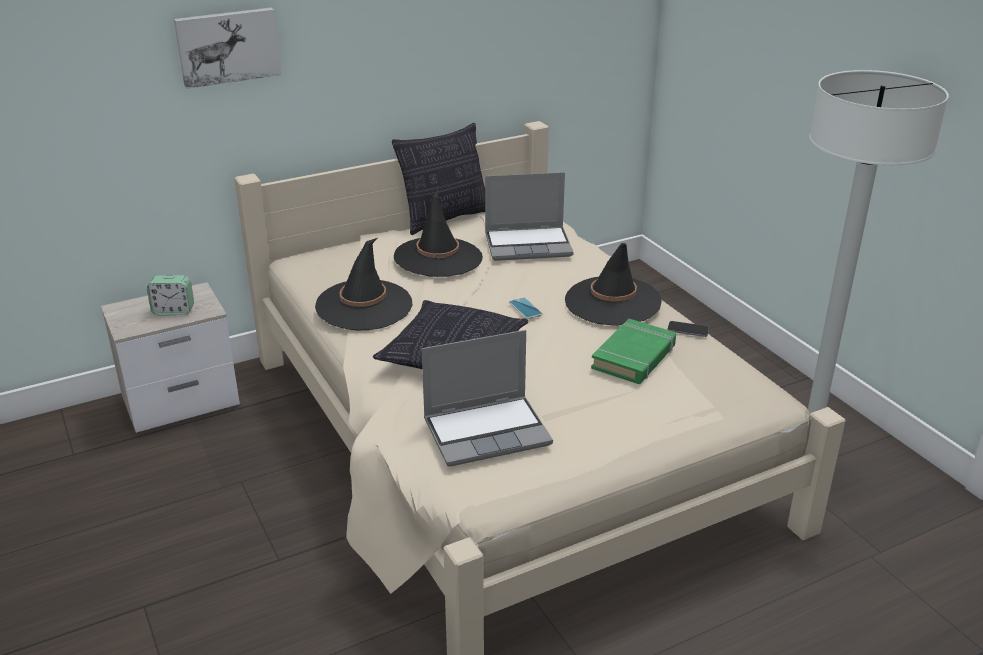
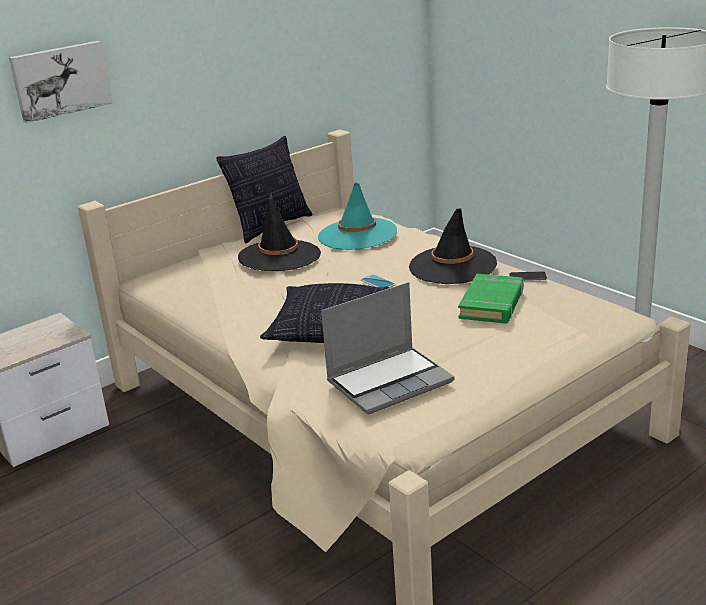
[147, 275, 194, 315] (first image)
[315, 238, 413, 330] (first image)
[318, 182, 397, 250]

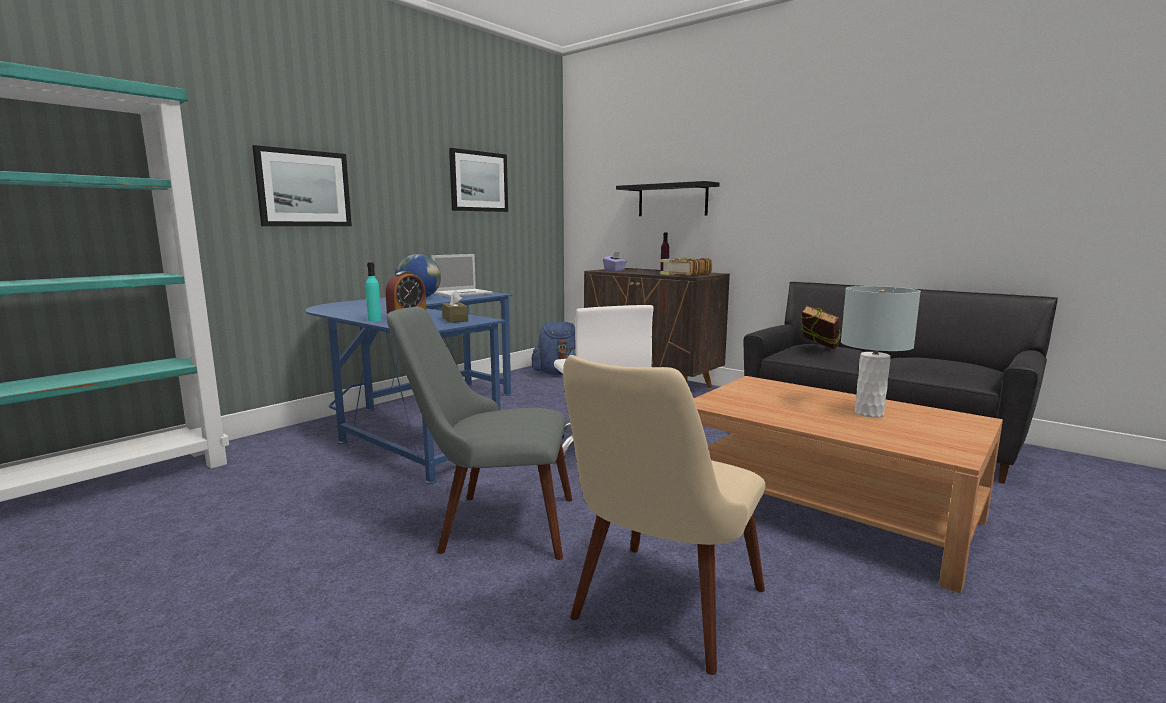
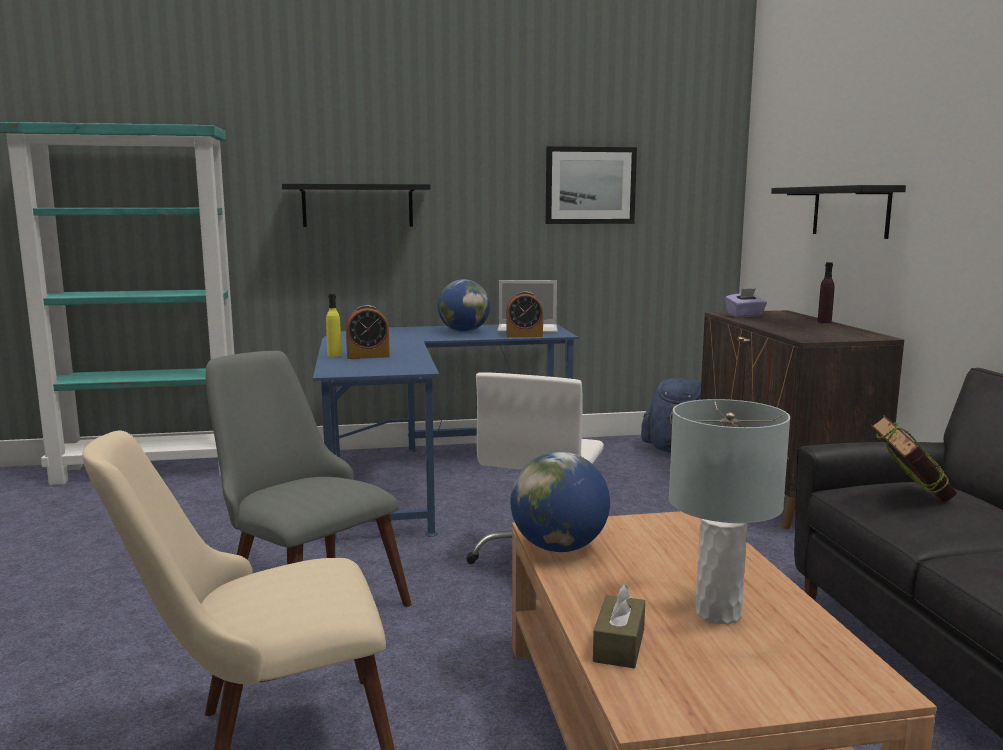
[282, 183, 431, 227]
[326, 294, 342, 357]
[593, 583, 645, 668]
[660, 257, 712, 277] (first image)
[507, 291, 543, 338]
[510, 452, 610, 552]

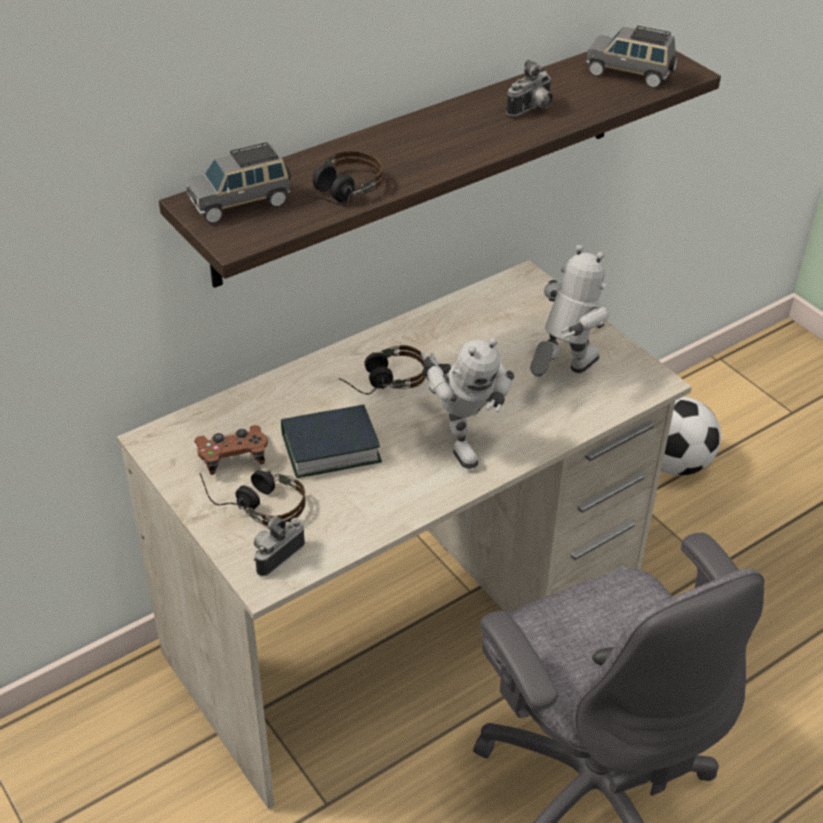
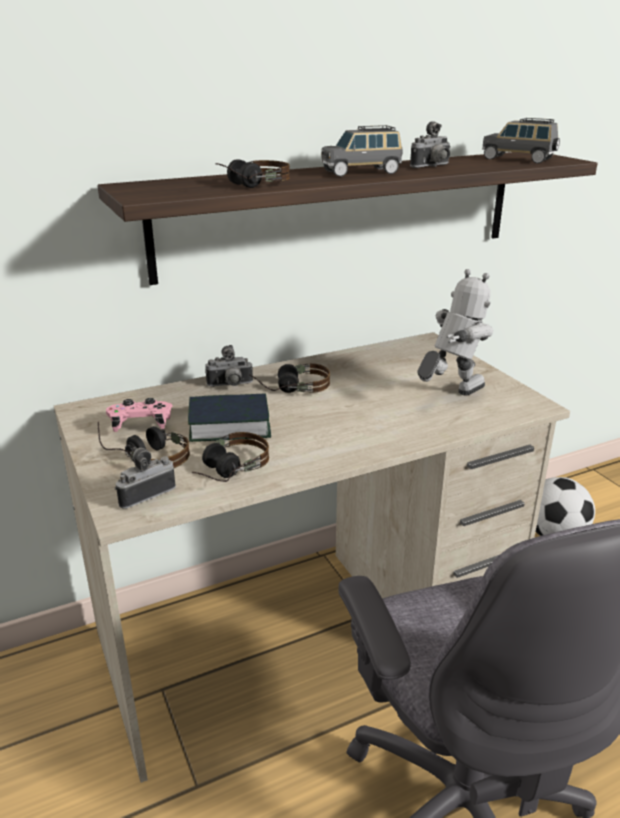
[321, 125, 403, 177]
[106, 398, 172, 432]
[421, 338, 514, 469] (first image)
[192, 432, 269, 482]
[205, 345, 253, 387]

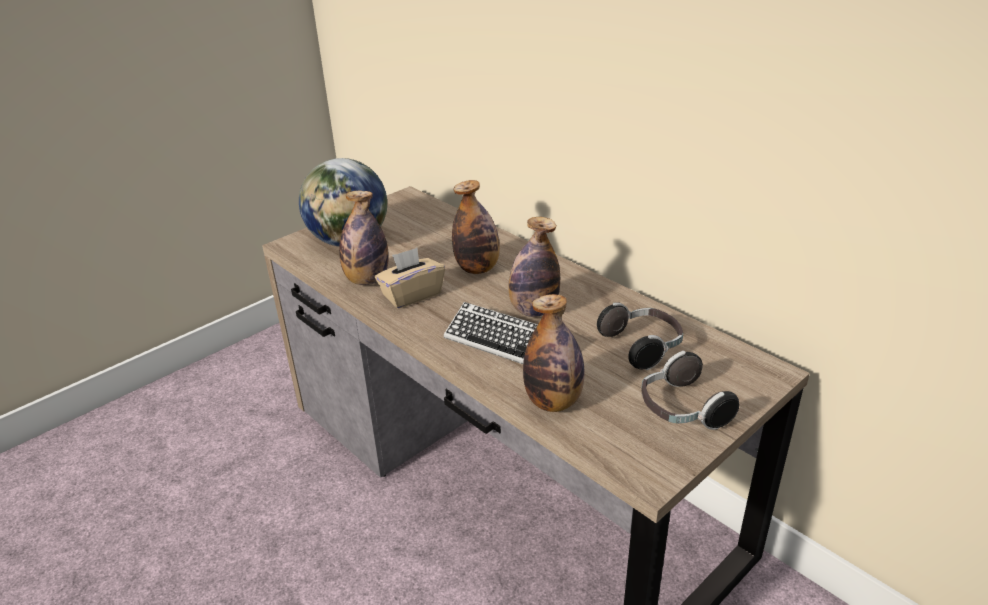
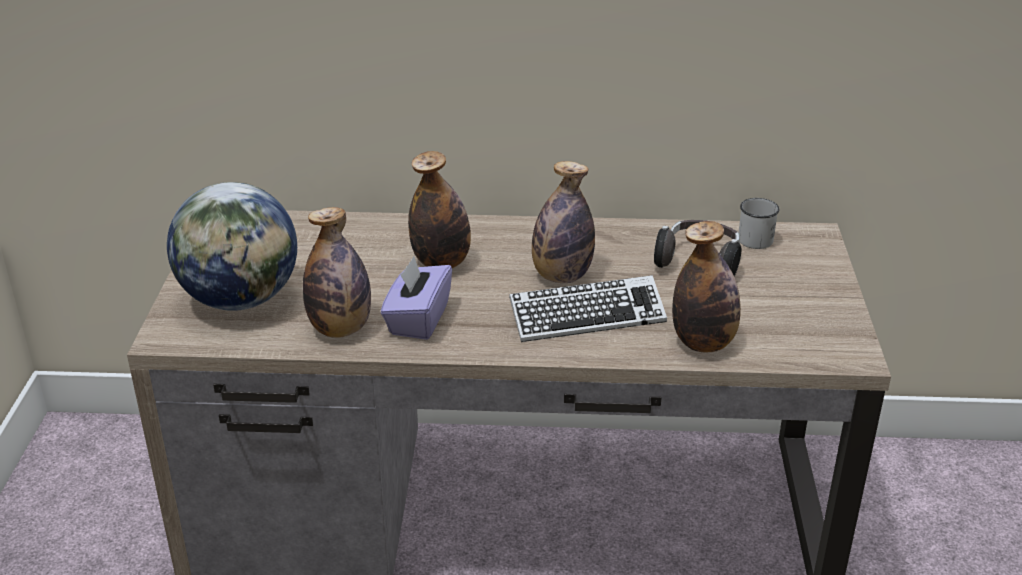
[381, 256, 452, 340]
[642, 351, 739, 430] (first image)
[738, 198, 779, 249]

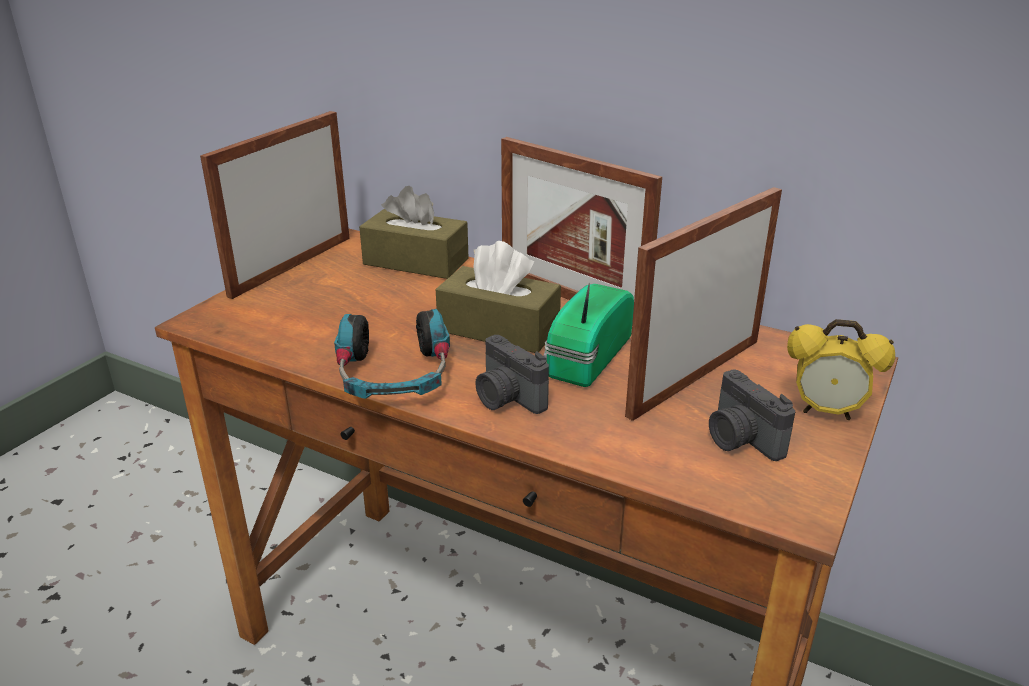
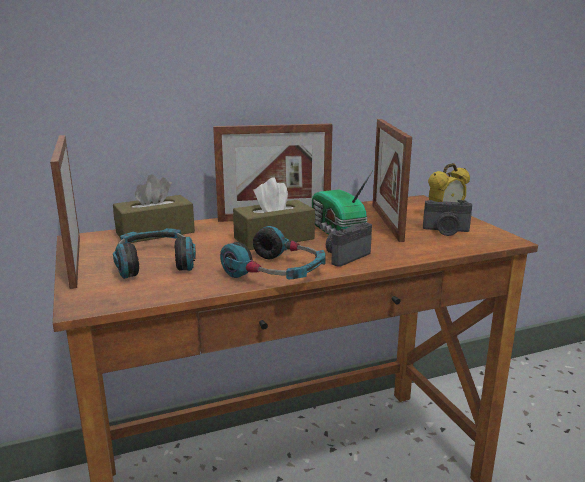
[326, 222, 372, 267]
[113, 228, 196, 279]

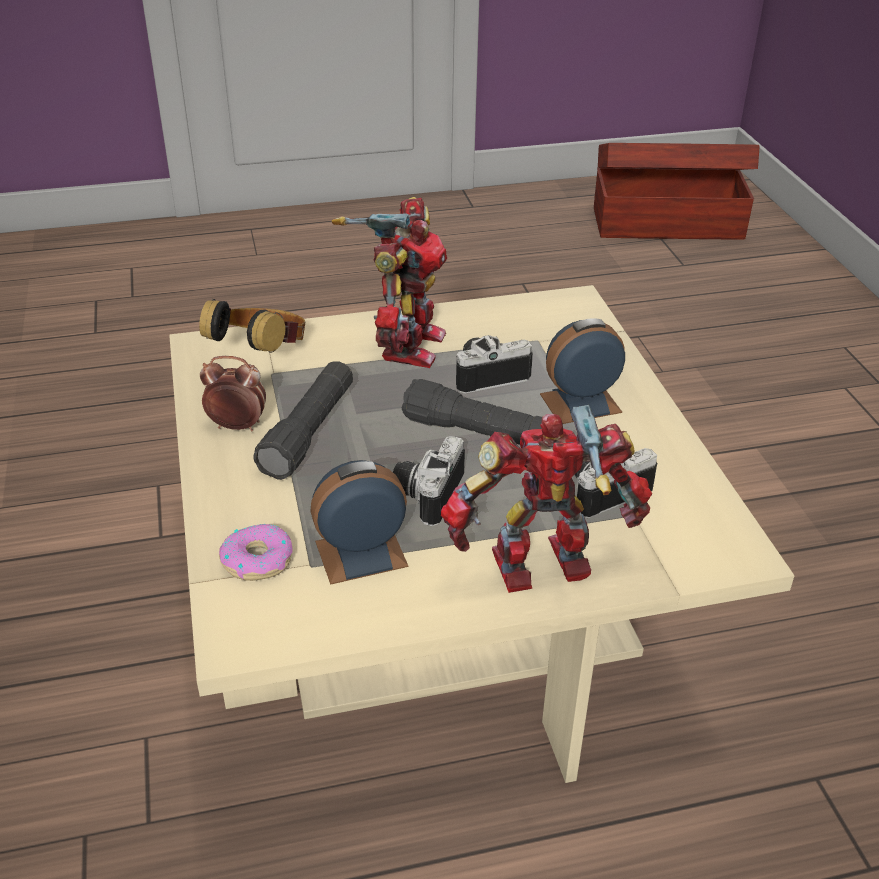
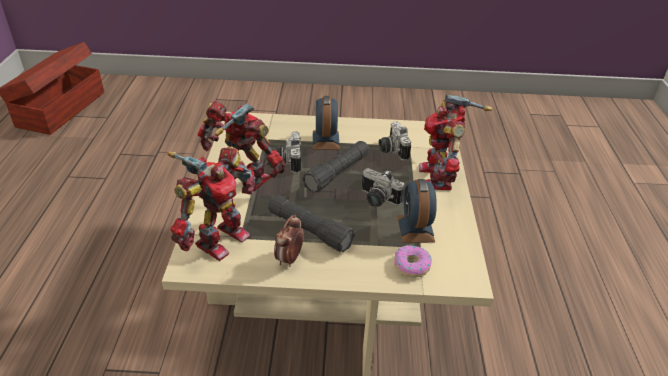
[167, 147, 256, 261]

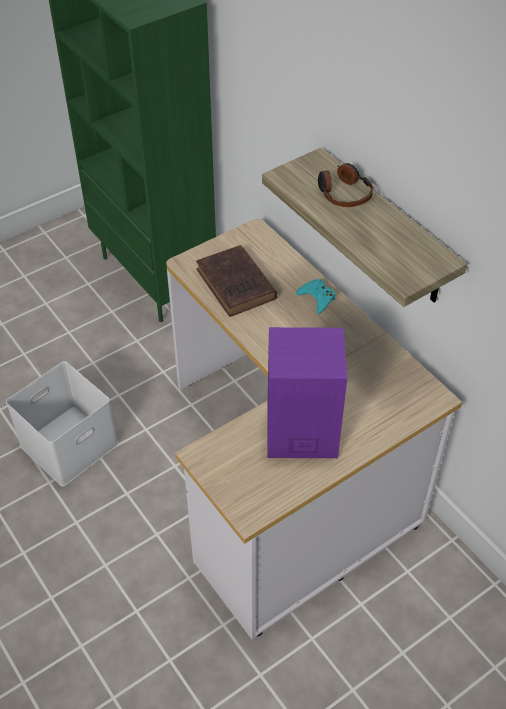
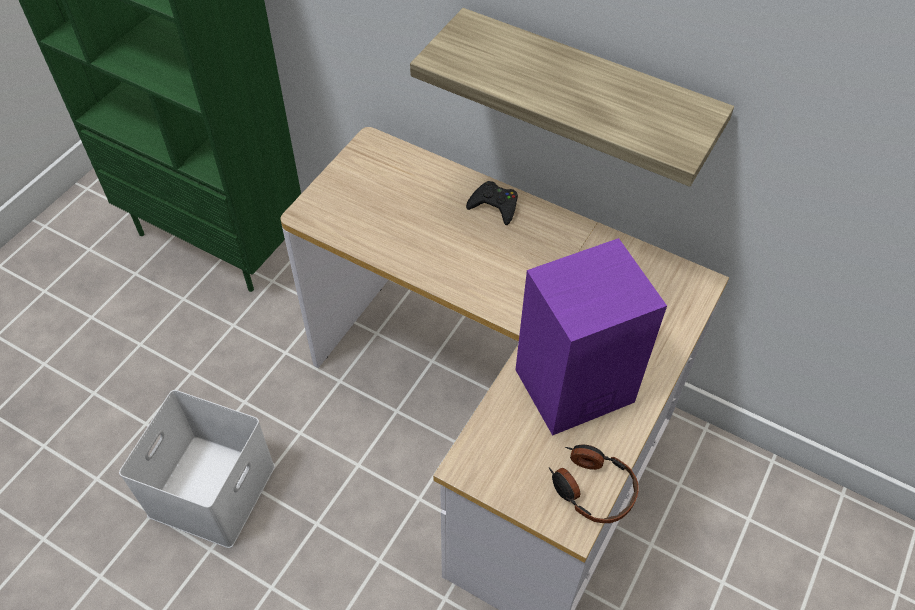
[196, 245, 277, 317] (first image)
[466, 181, 518, 225]
[549, 444, 639, 523]

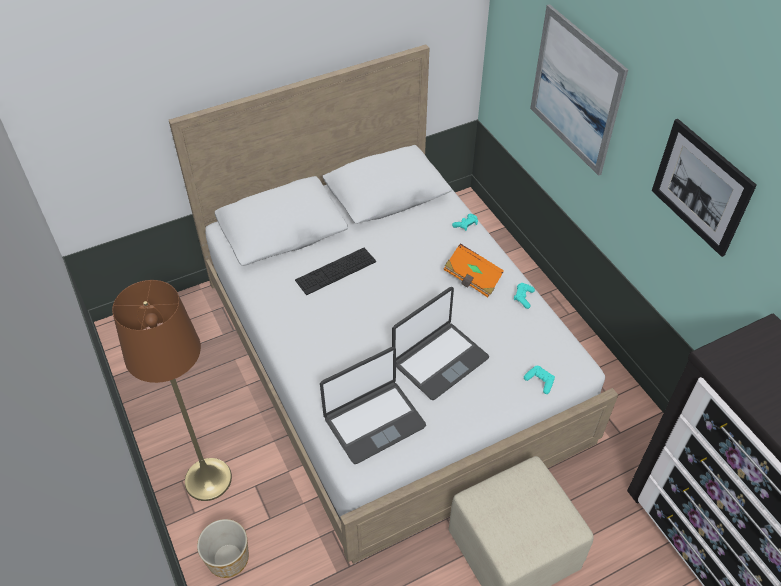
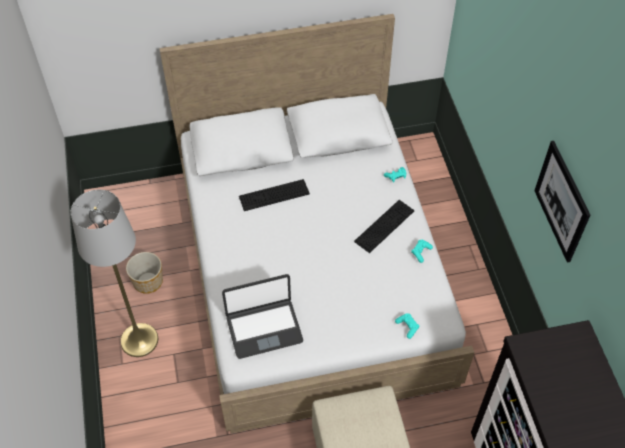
[71, 190, 158, 357]
[126, 252, 163, 294]
[392, 287, 489, 400] (first image)
[354, 200, 414, 253]
[530, 4, 628, 176] (first image)

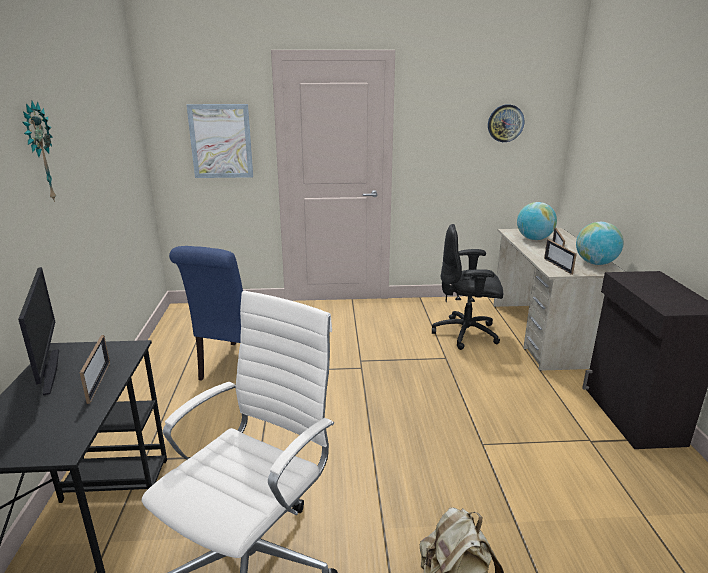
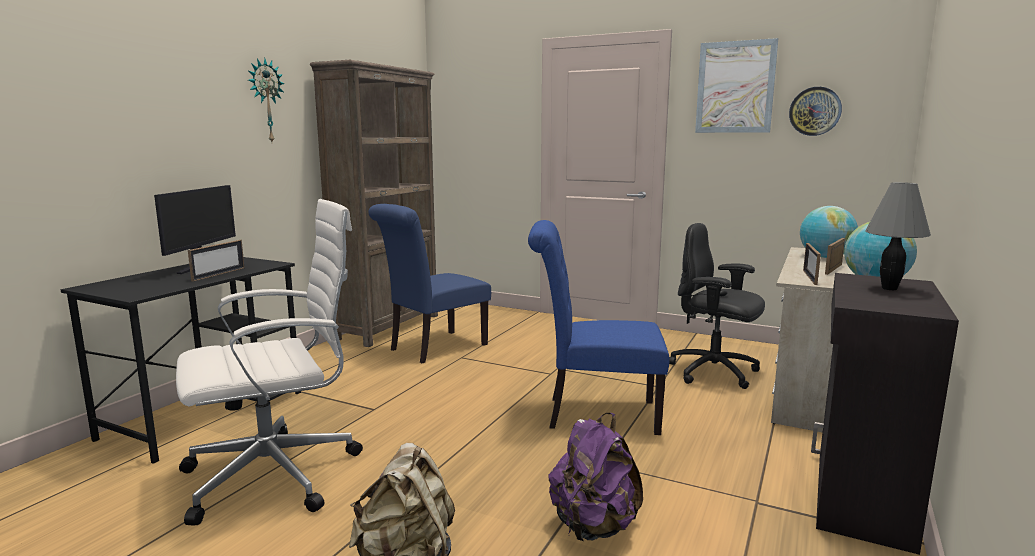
[695, 38, 778, 133]
[310, 60, 438, 347]
[528, 220, 669, 435]
[549, 413, 643, 542]
[865, 182, 931, 290]

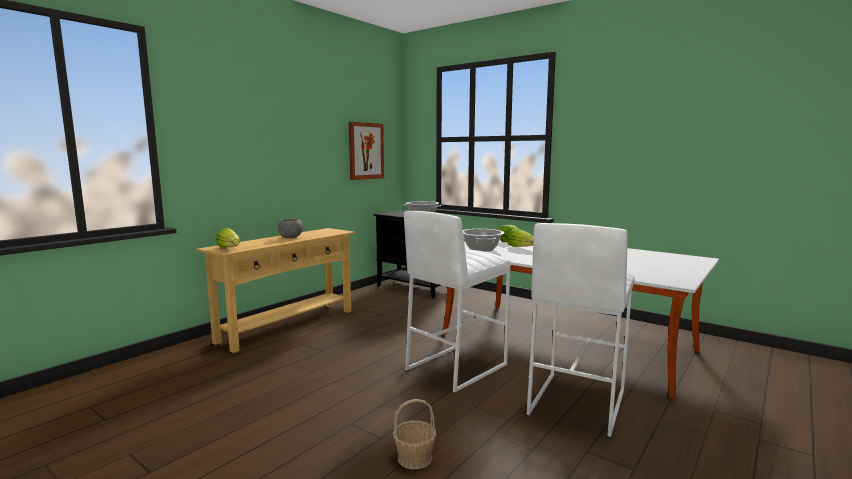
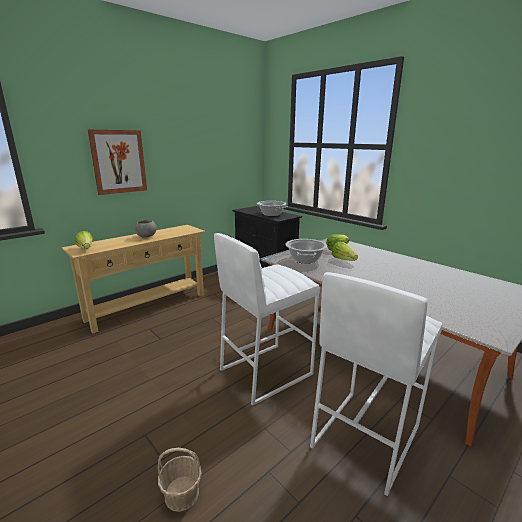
[88, 130, 147, 195]

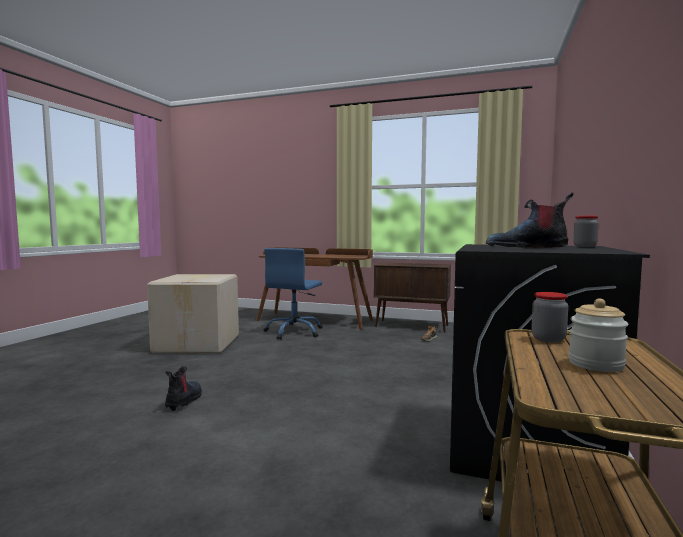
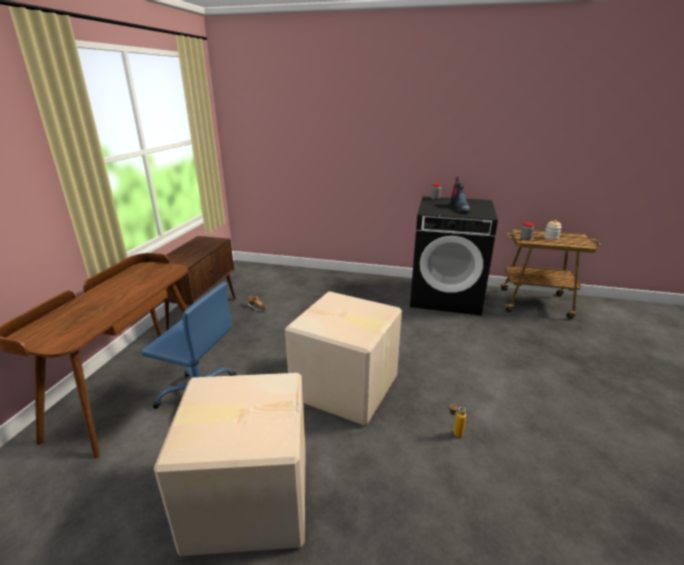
[449, 404, 466, 437]
[285, 291, 402, 425]

